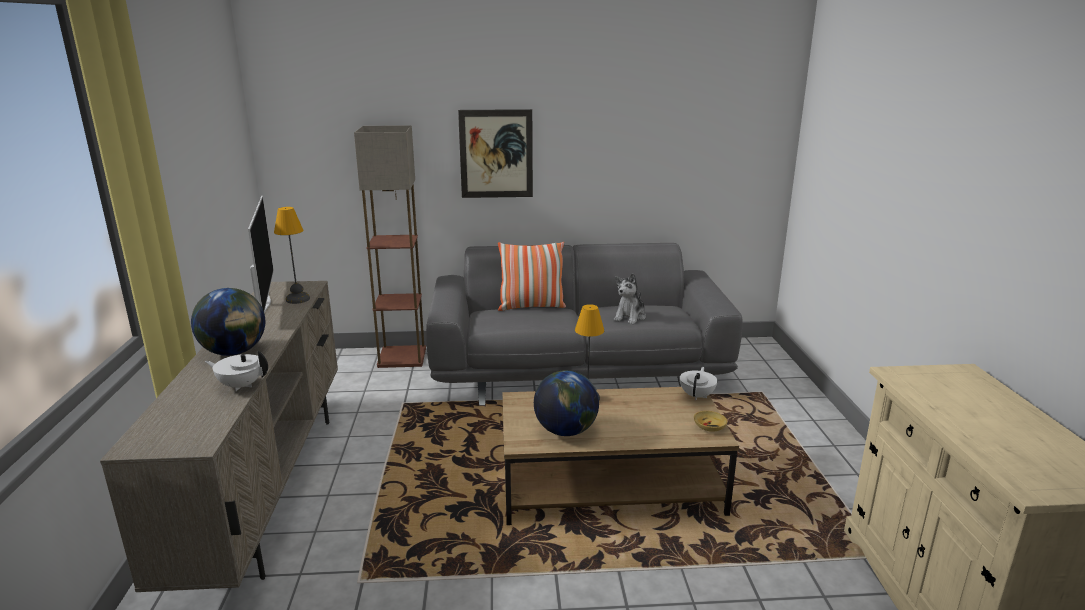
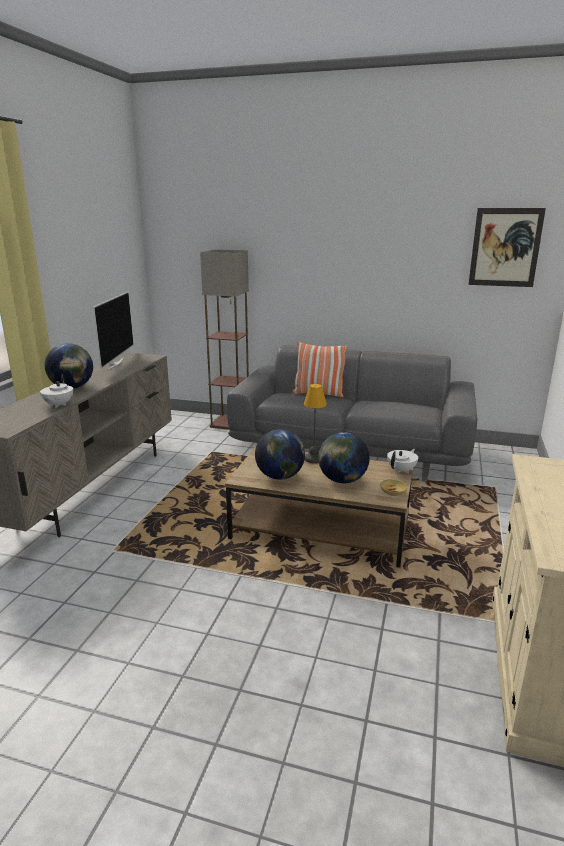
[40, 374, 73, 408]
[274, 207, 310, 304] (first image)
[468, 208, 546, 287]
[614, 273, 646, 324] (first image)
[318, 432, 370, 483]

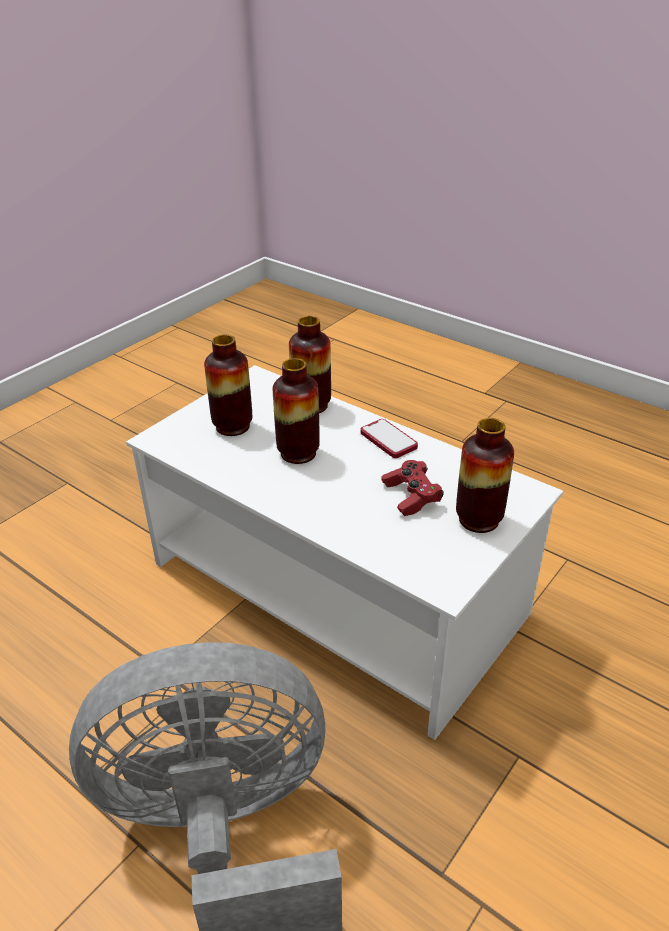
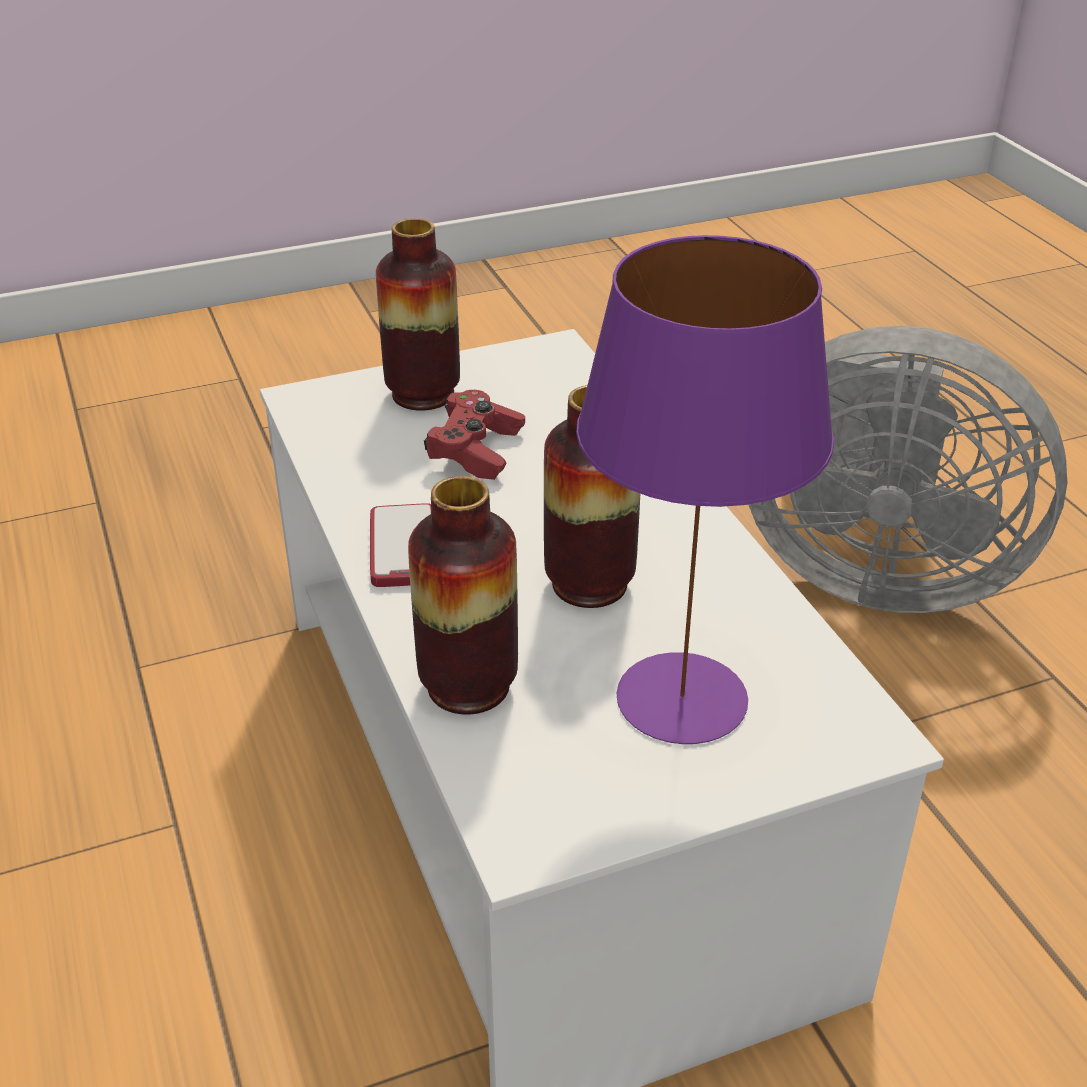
[576, 235, 834, 744]

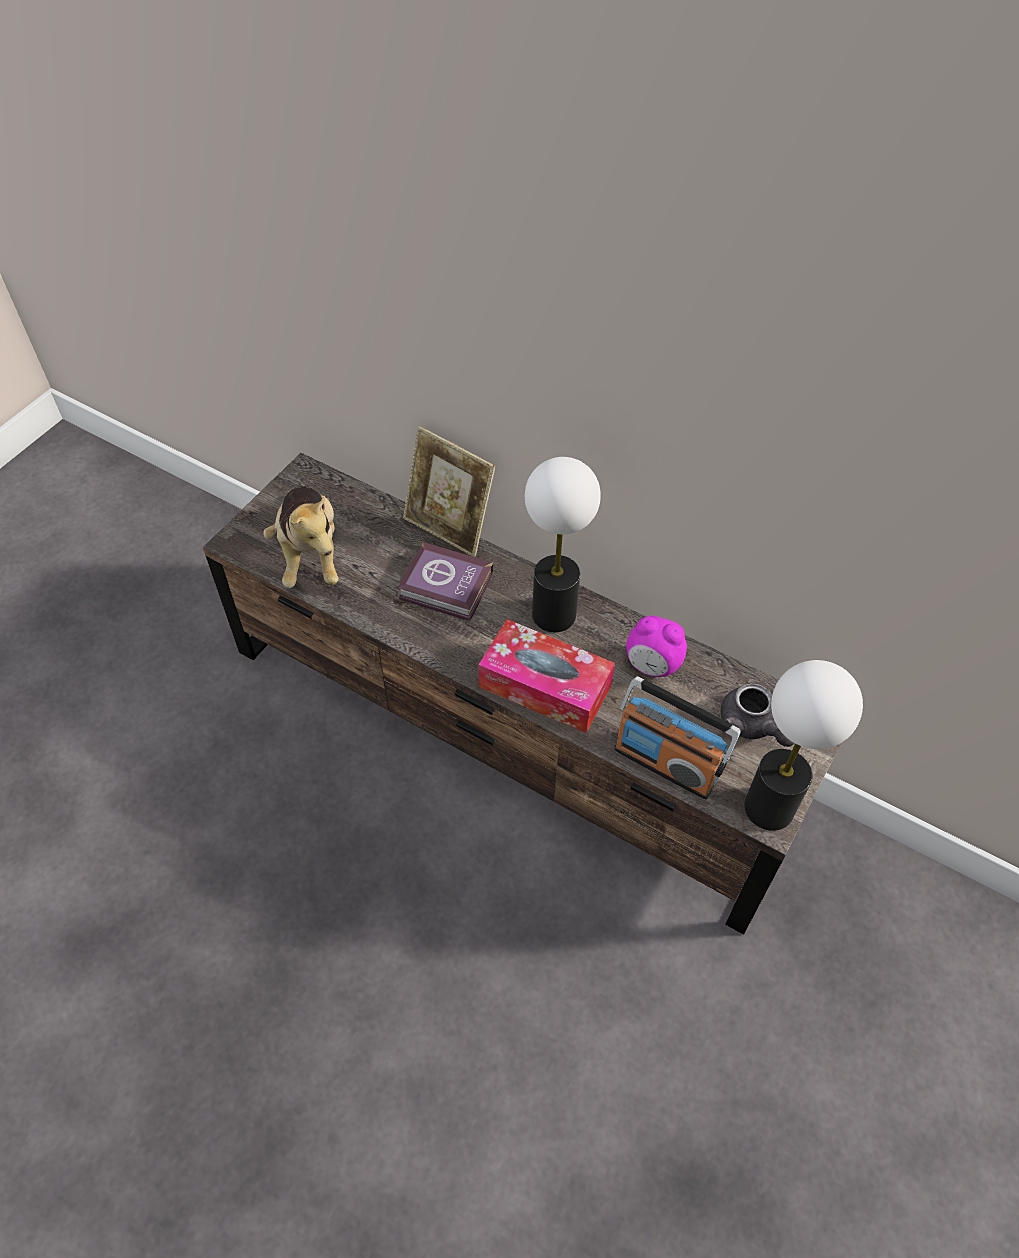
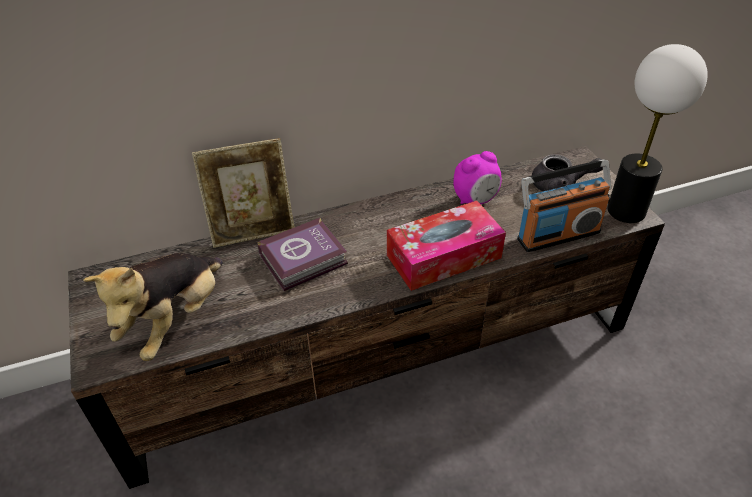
[83, 253, 223, 361]
[525, 457, 601, 632] (first image)

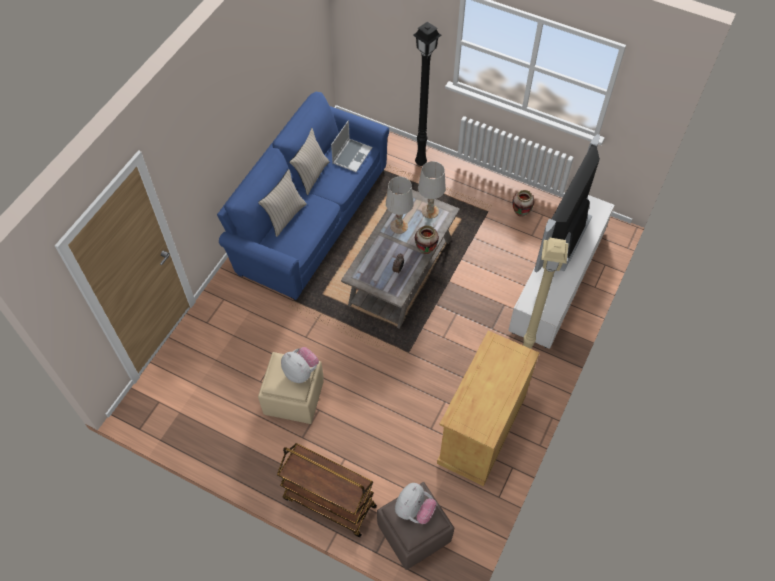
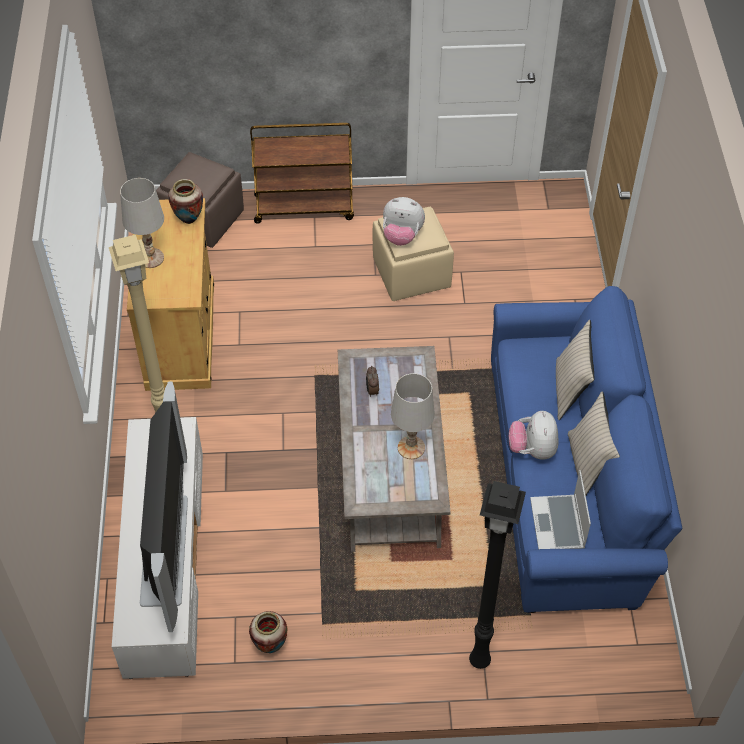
[509, 411, 558, 460]
[168, 179, 203, 224]
[120, 178, 164, 268]

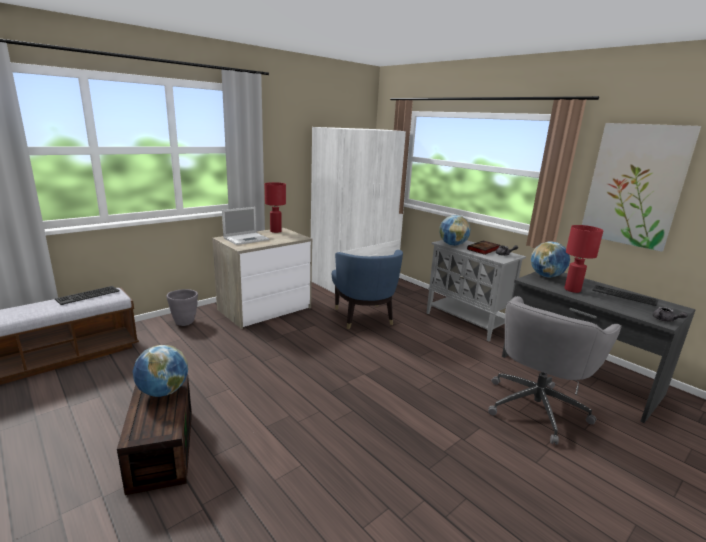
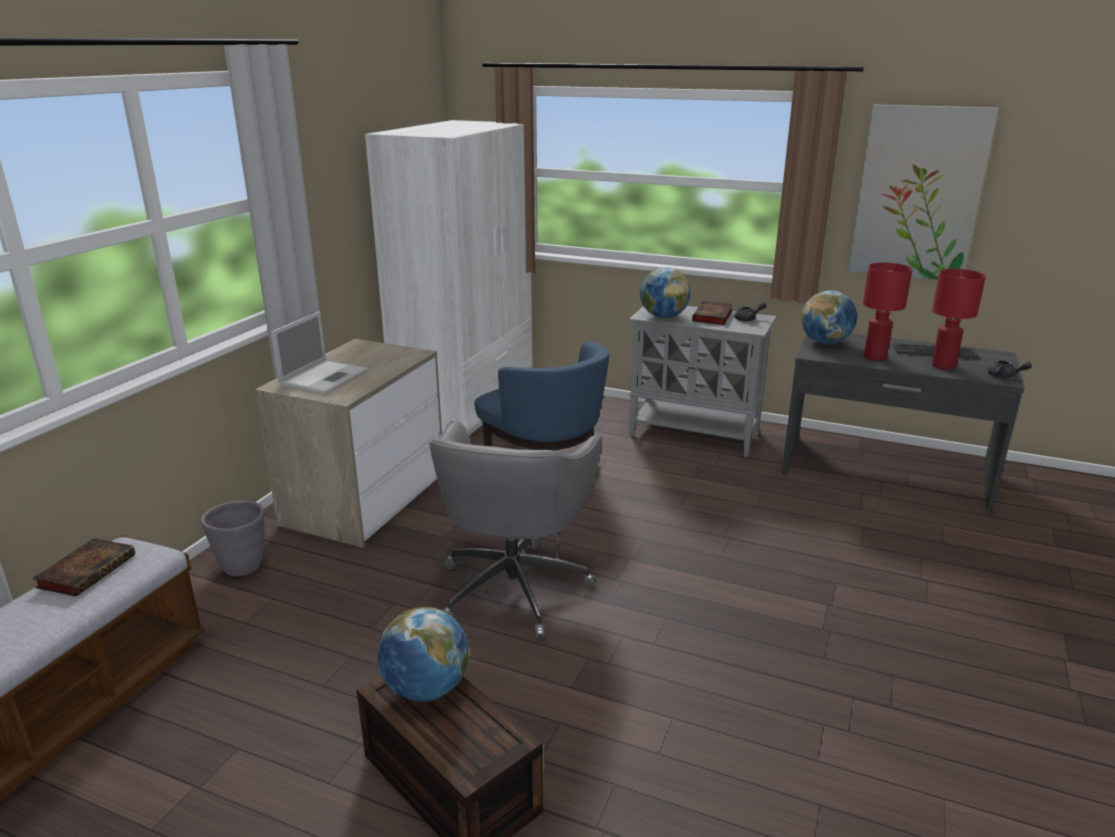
[33, 539, 135, 597]
[932, 269, 986, 370]
[429, 421, 602, 638]

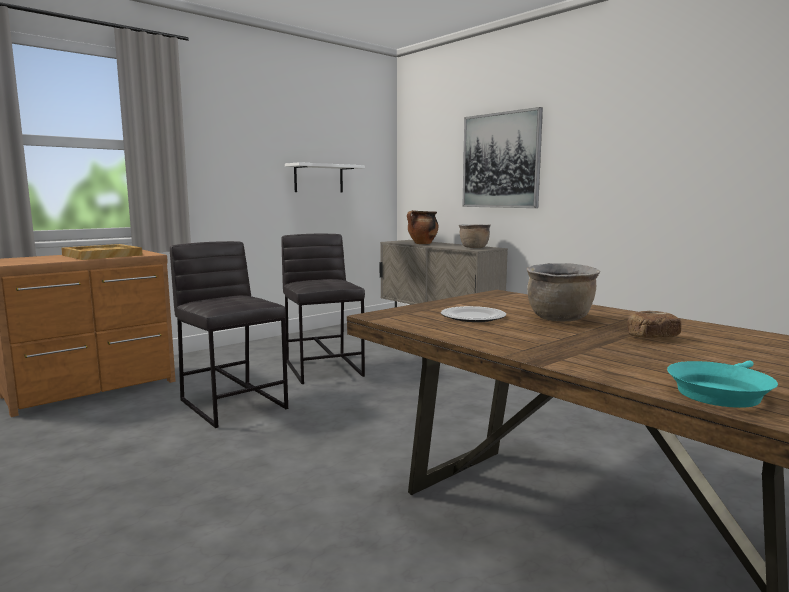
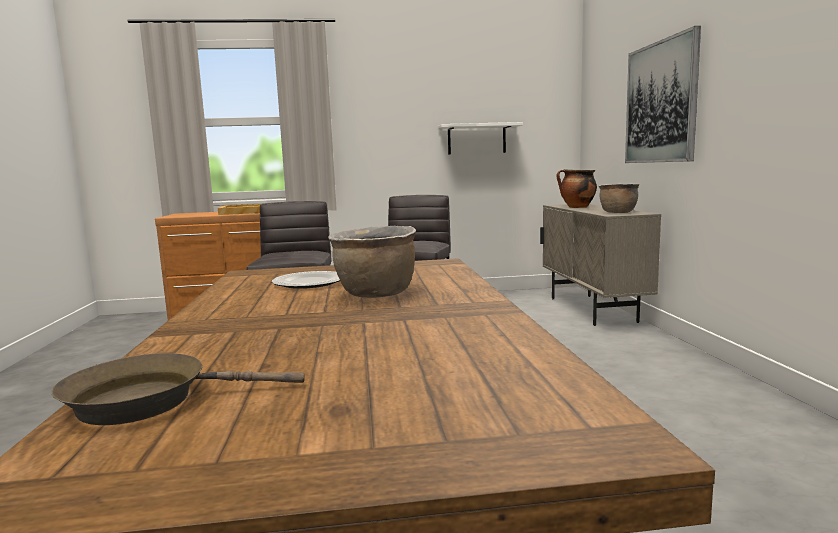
[627, 310, 682, 338] (first image)
[51, 353, 305, 425]

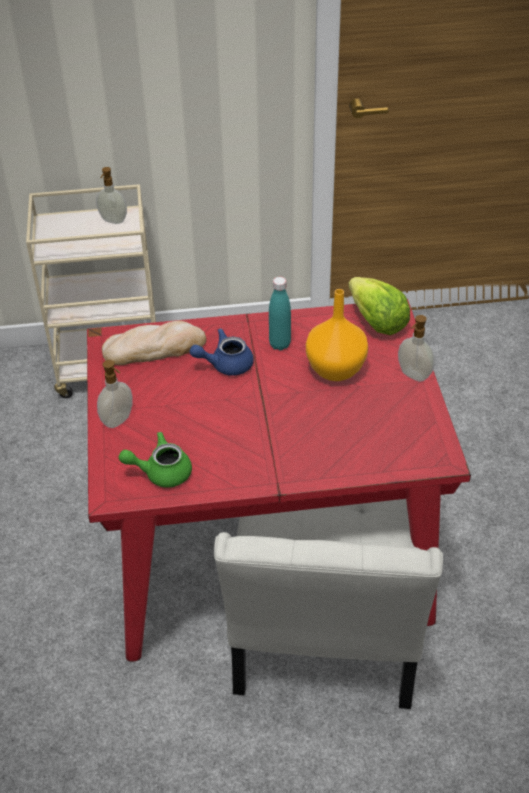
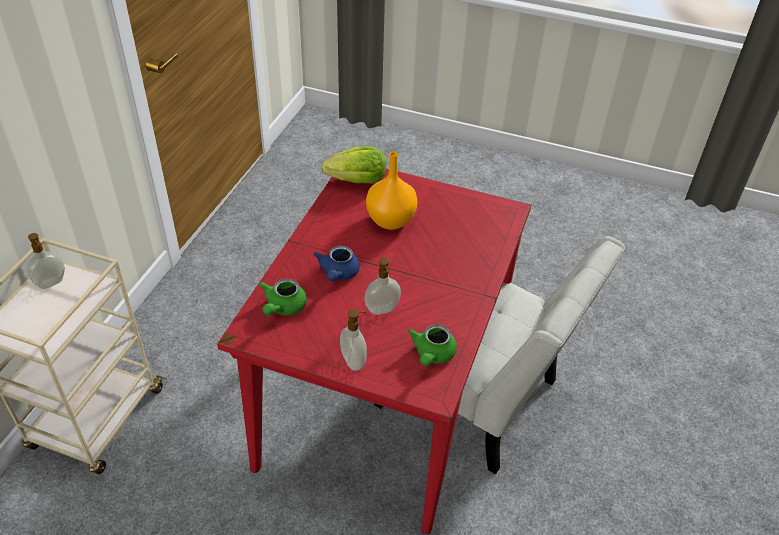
[259, 278, 307, 316]
[269, 277, 291, 350] (first image)
[364, 258, 401, 315]

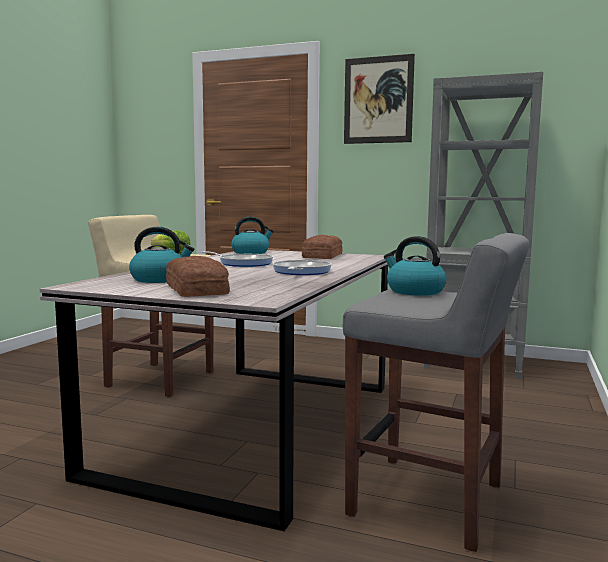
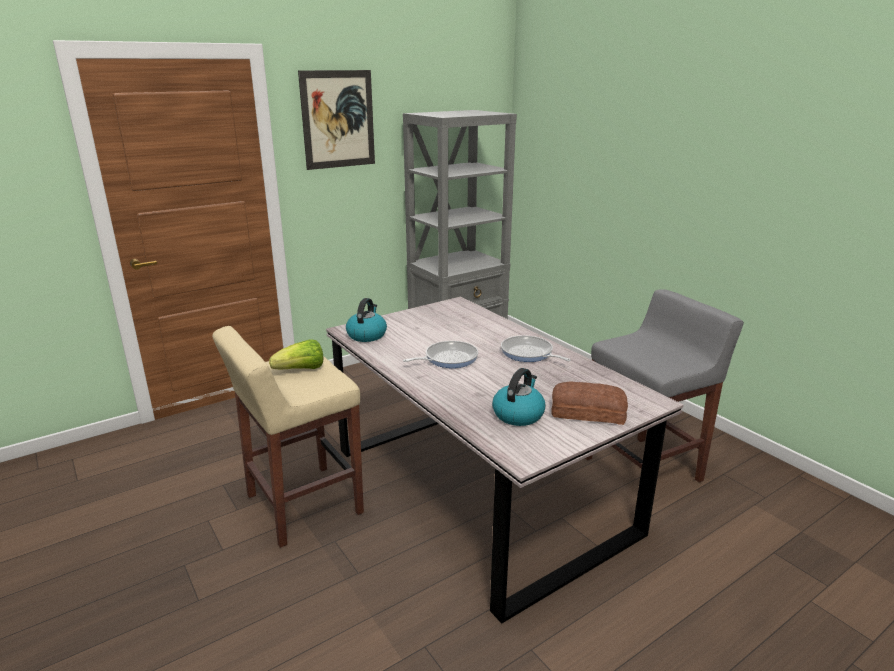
[302, 235, 343, 259] (first image)
[384, 236, 446, 296] (first image)

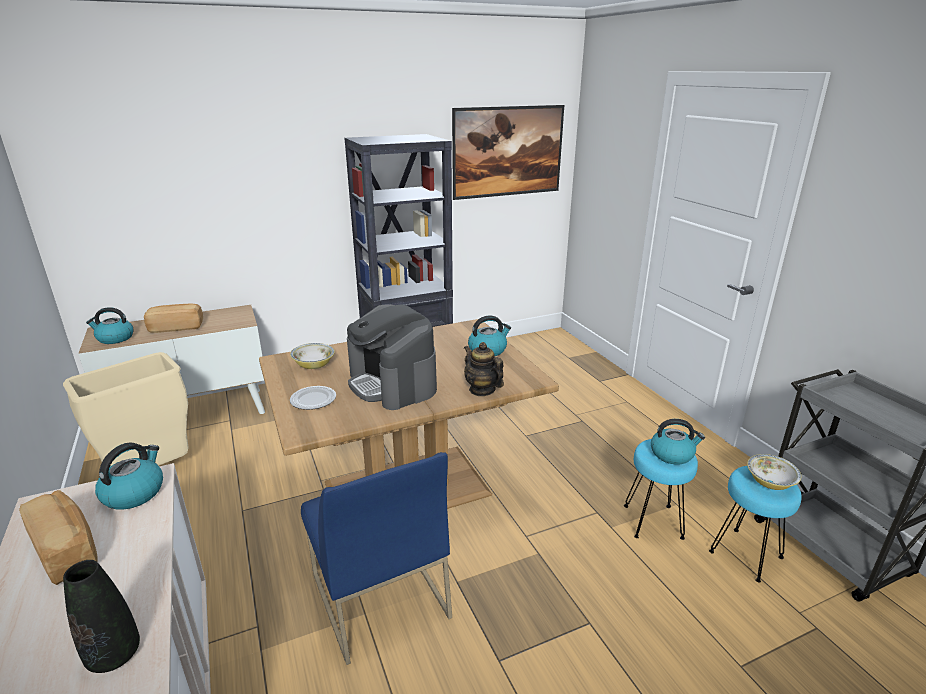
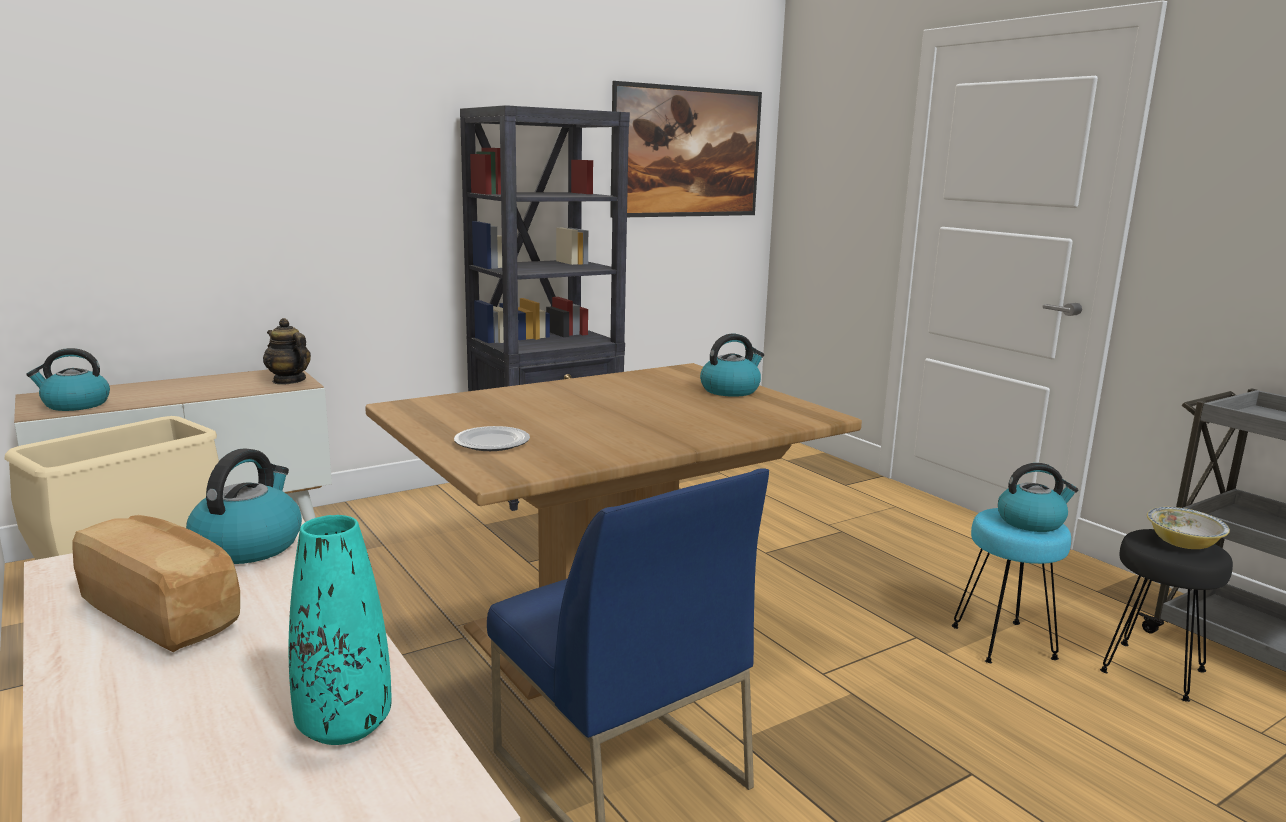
[288, 515, 392, 745]
[144, 304, 203, 333] (first image)
[290, 343, 335, 369] (first image)
[347, 304, 437, 410] (first image)
[263, 318, 311, 385]
[1100, 529, 1233, 702]

